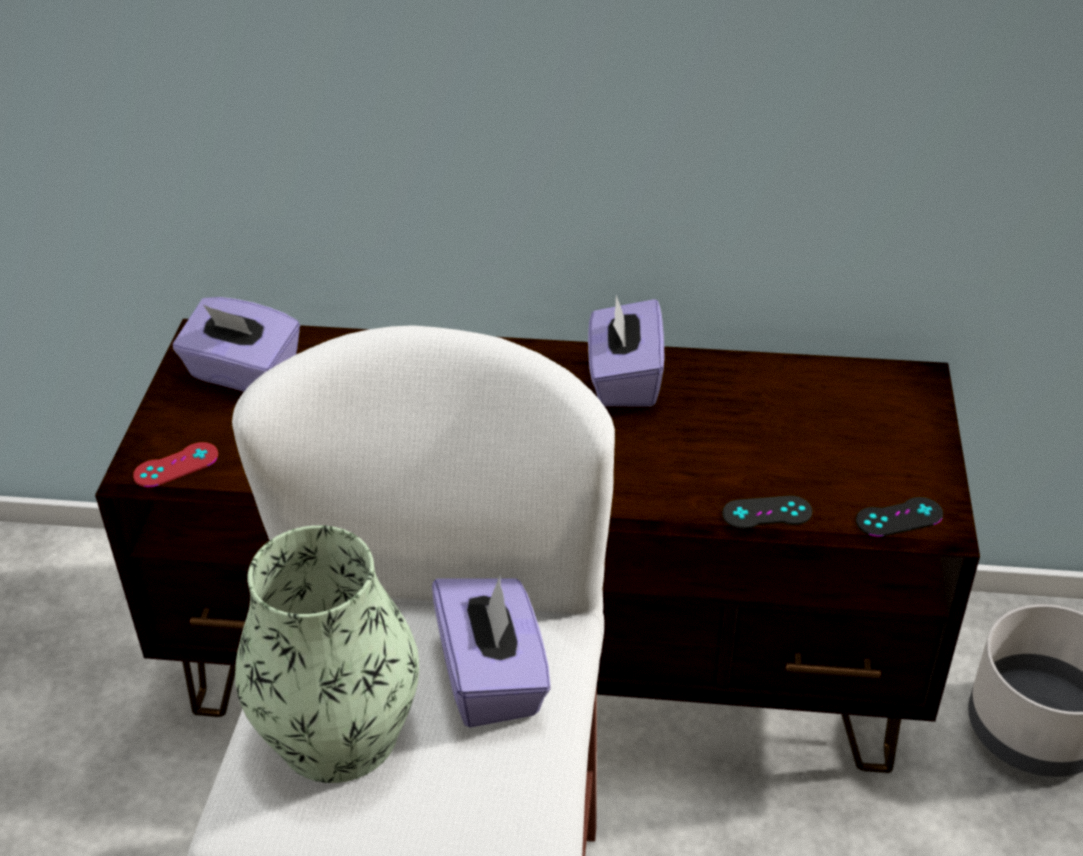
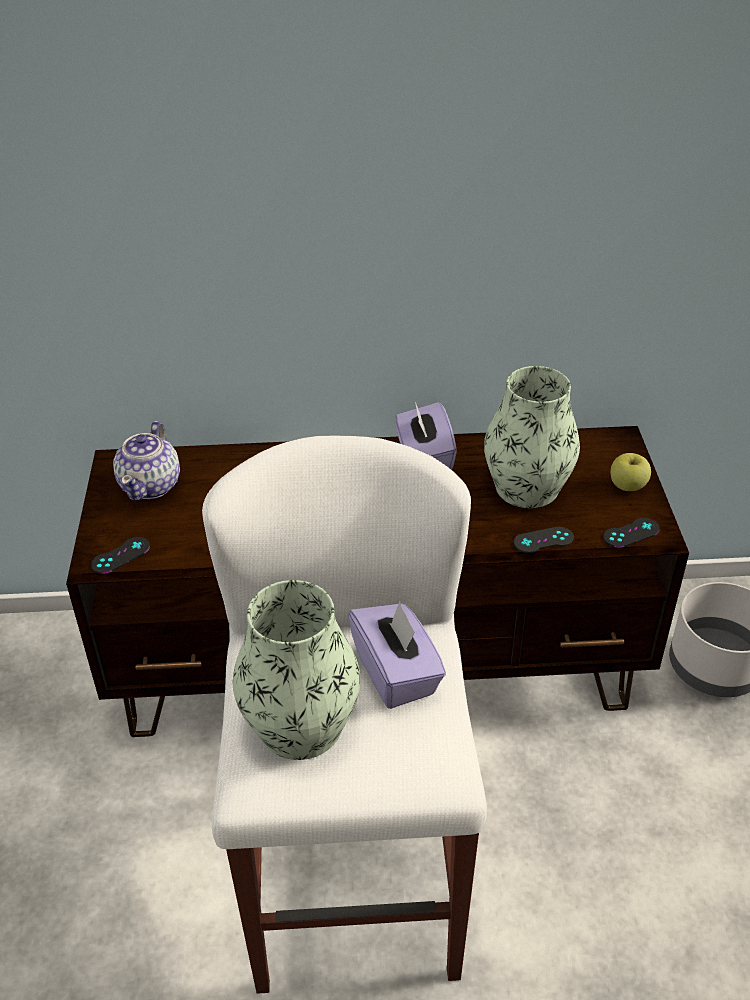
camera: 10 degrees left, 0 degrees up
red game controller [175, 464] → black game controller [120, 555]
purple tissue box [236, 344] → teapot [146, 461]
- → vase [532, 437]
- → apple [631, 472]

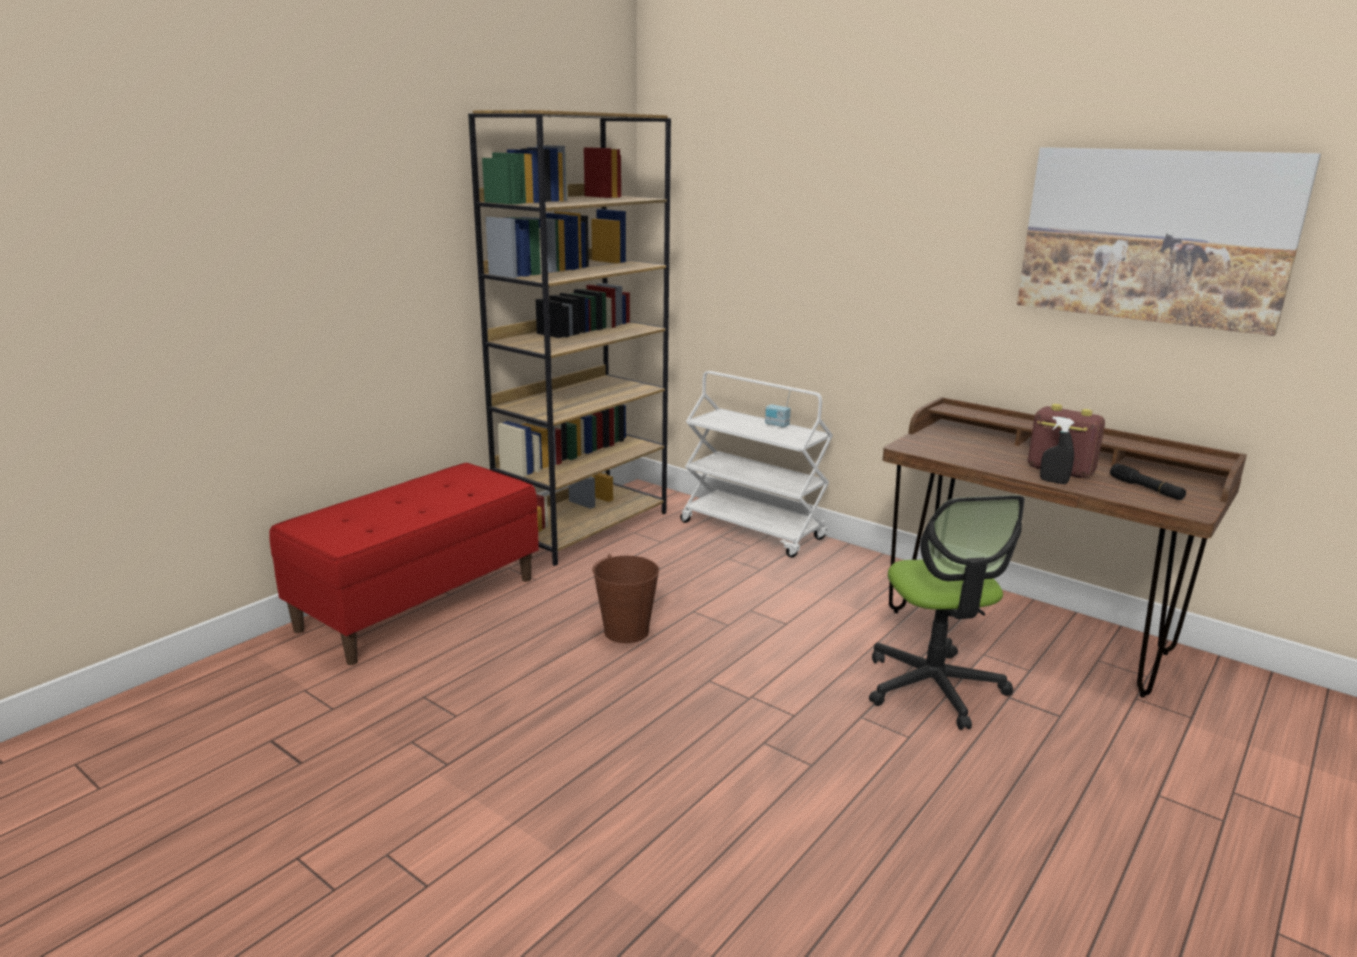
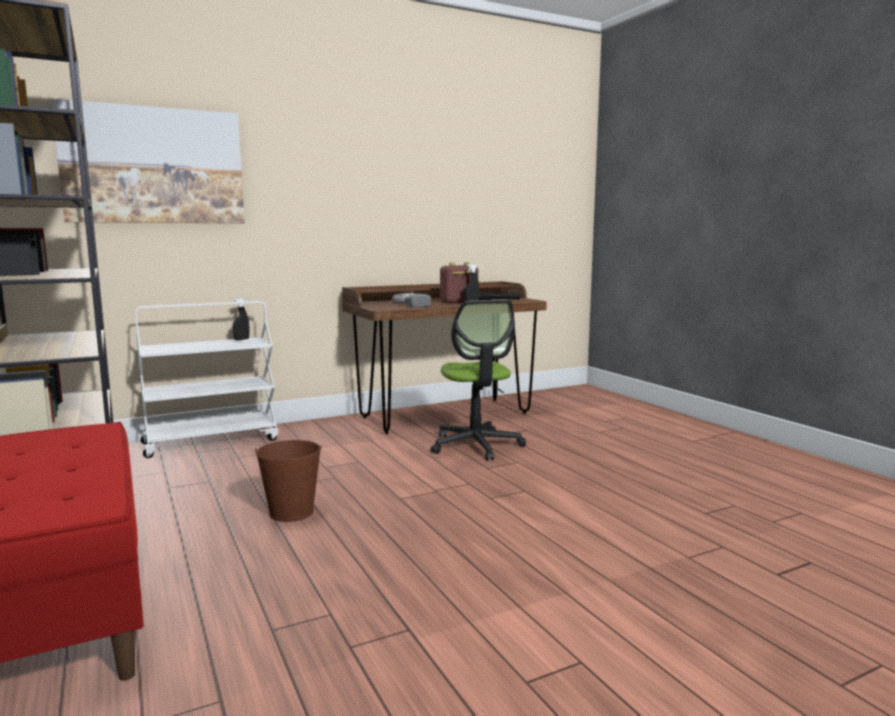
camera: 65 degrees left, 10 degrees down
radio [778, 409] → -
office chair [947, 612] → office chair [478, 380], 60 degrees clockwise
picture [1169, 241] → picture [148, 160], shifted
- → black spray bottle [241, 319]
- → power drill [411, 300]

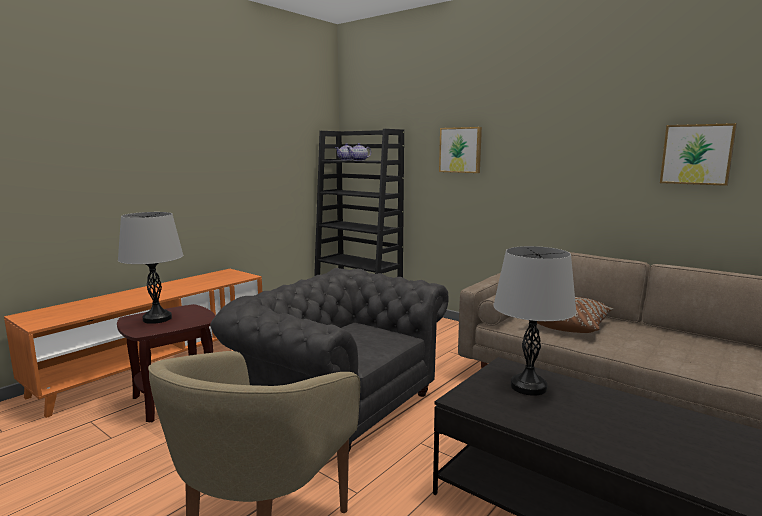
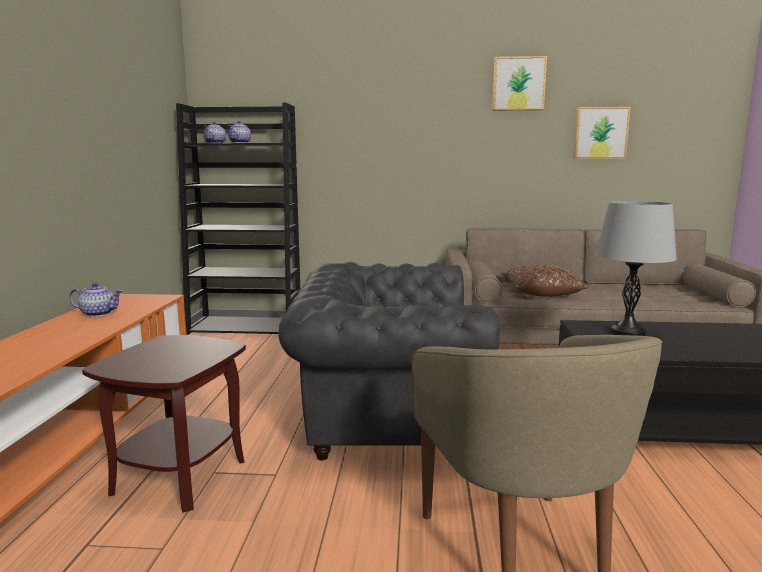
camera: 35 degrees left, 0 degrees up
grey table lamp [150, 268] → -
picture [460, 150] → picture [519, 83], shifted
- → teapot [96, 300]

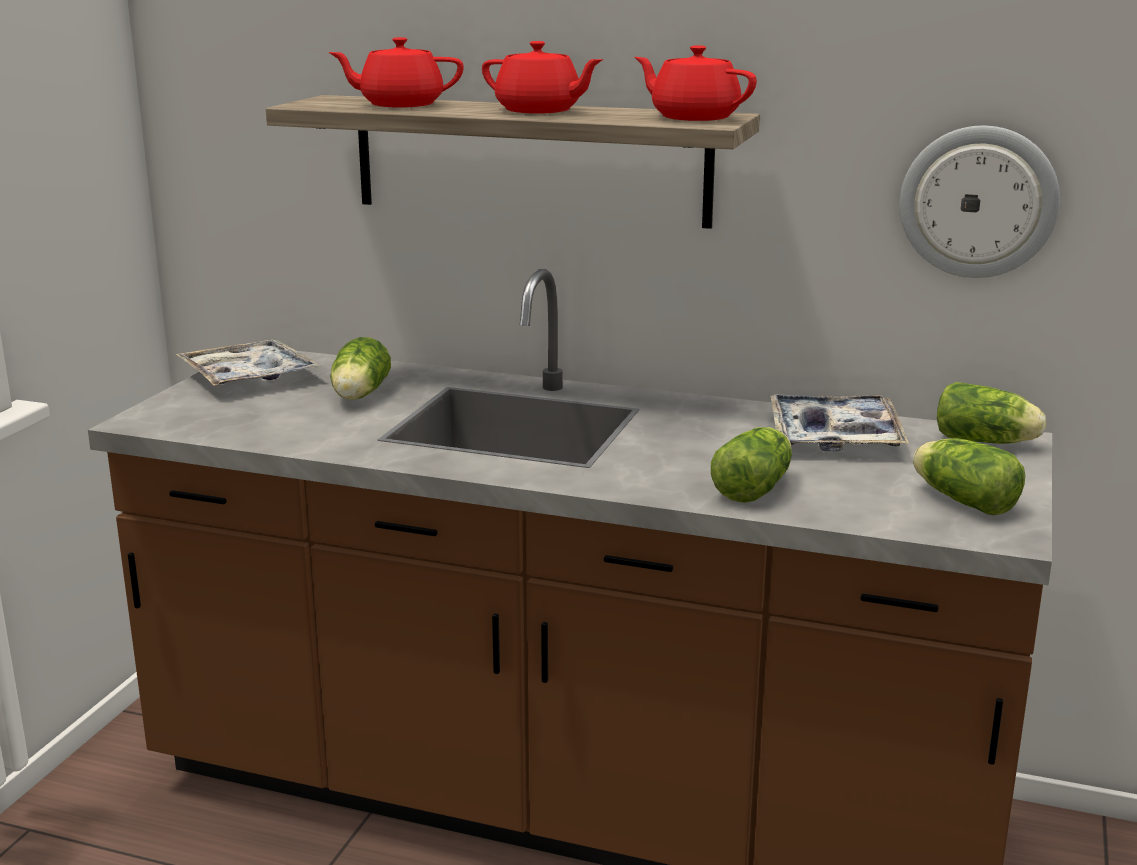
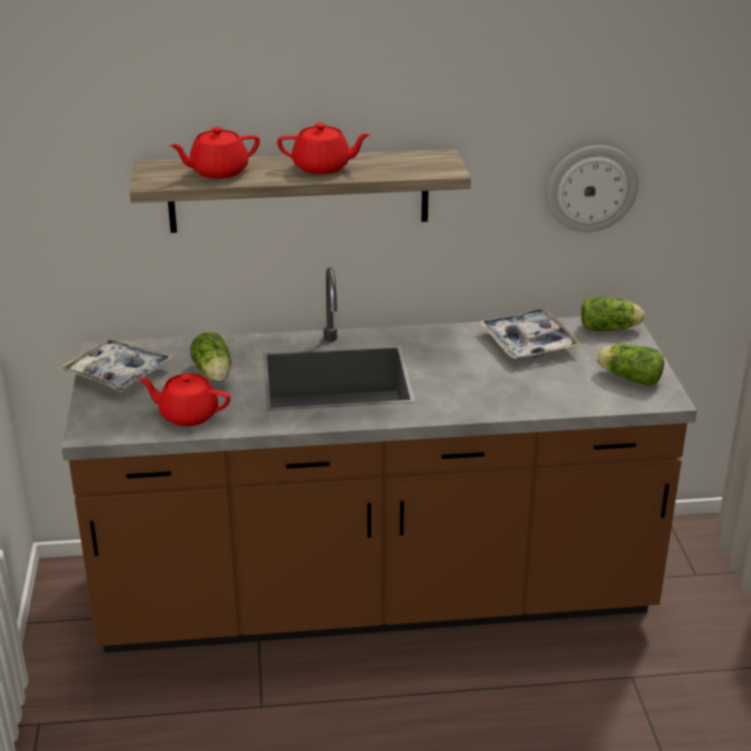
camera: 25 degrees left, 10 degrees up
red teapot [695, 83] → red teapot [185, 399], shifted
lettuce [751, 465] → -

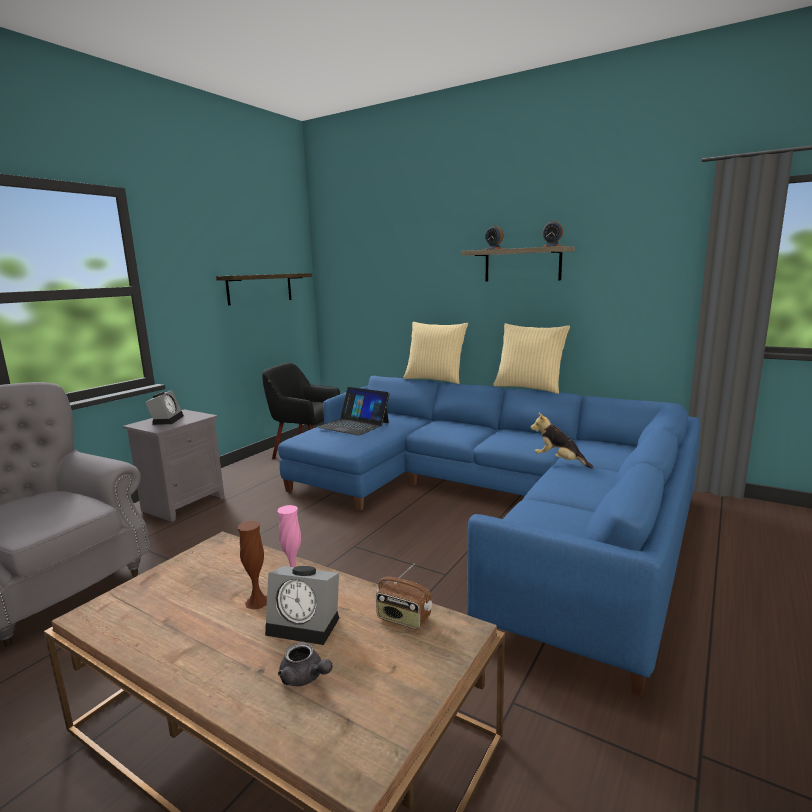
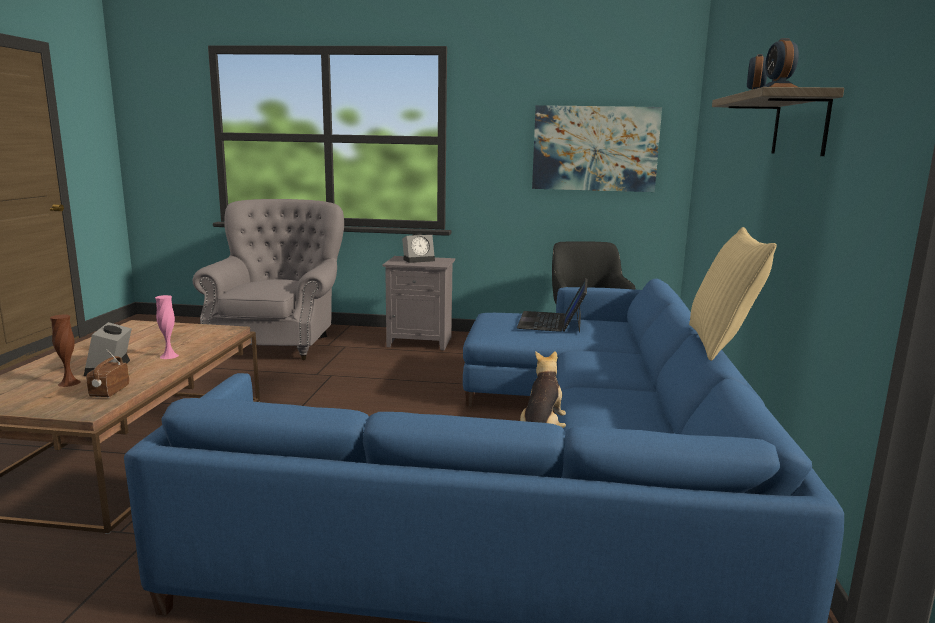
camera: 65 degrees right, 0 degrees up
shelf [264, 289] → picture [597, 148]
brown vase [252, 565] → brown vase [65, 351], shifted
grey teapot [305, 664] → -
beige pillow [435, 353] → -

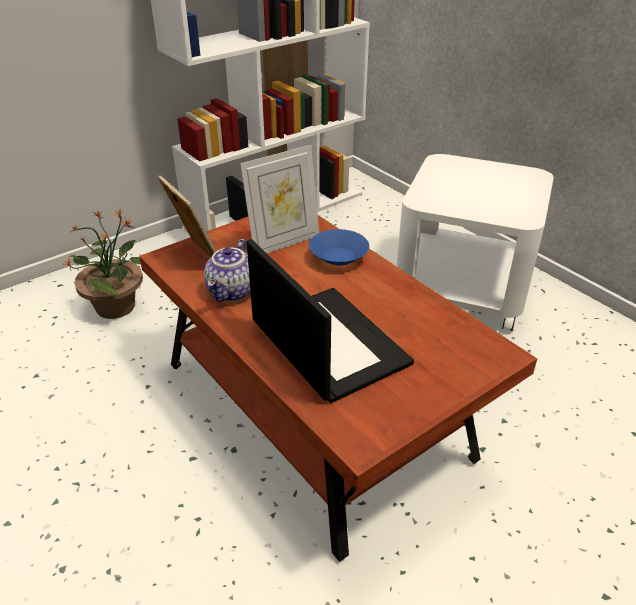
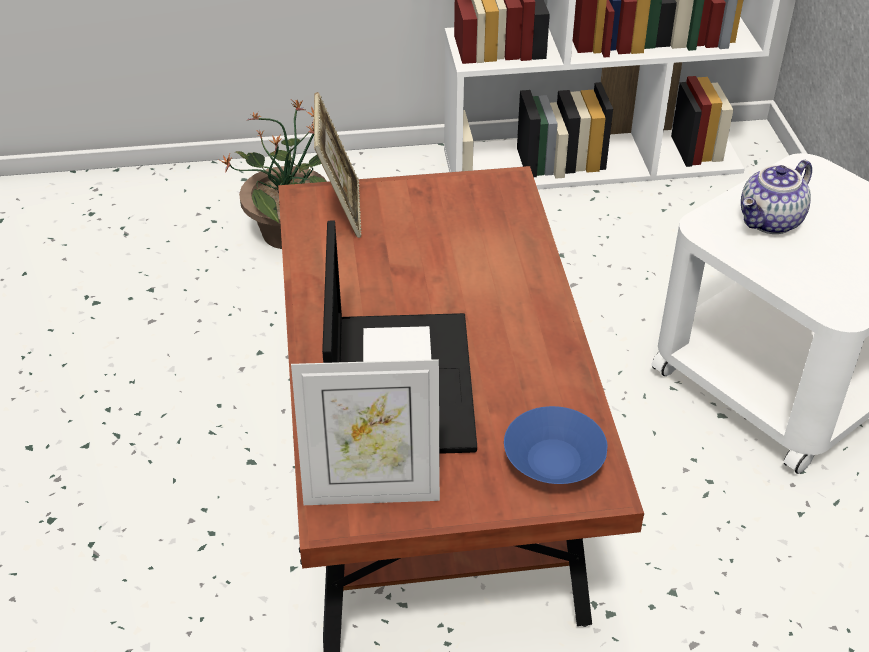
camera: 30 degrees right, 5 degrees up
teapot [227, 270] → teapot [776, 197], shifted
picture frame [279, 199] → picture frame [365, 432], shifted
blue bowl [339, 247] → blue bowl [556, 445], shifted

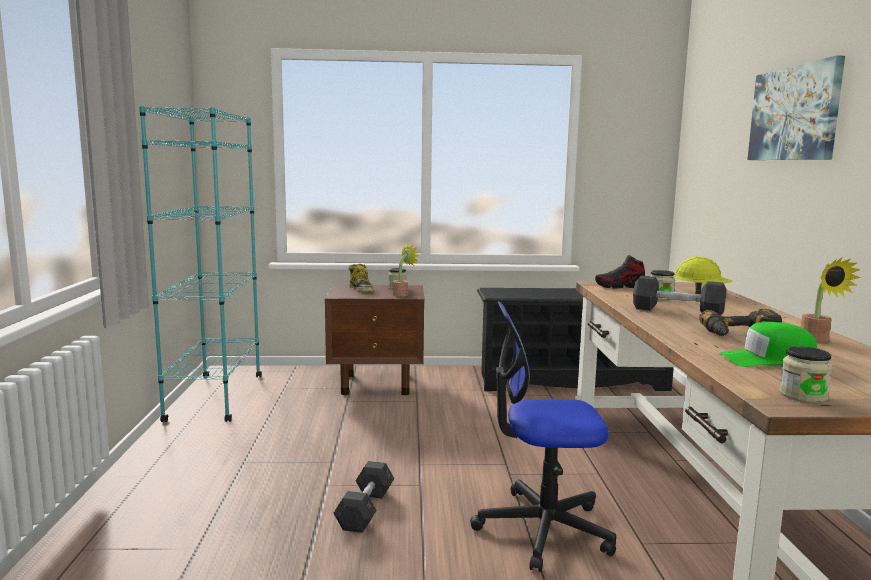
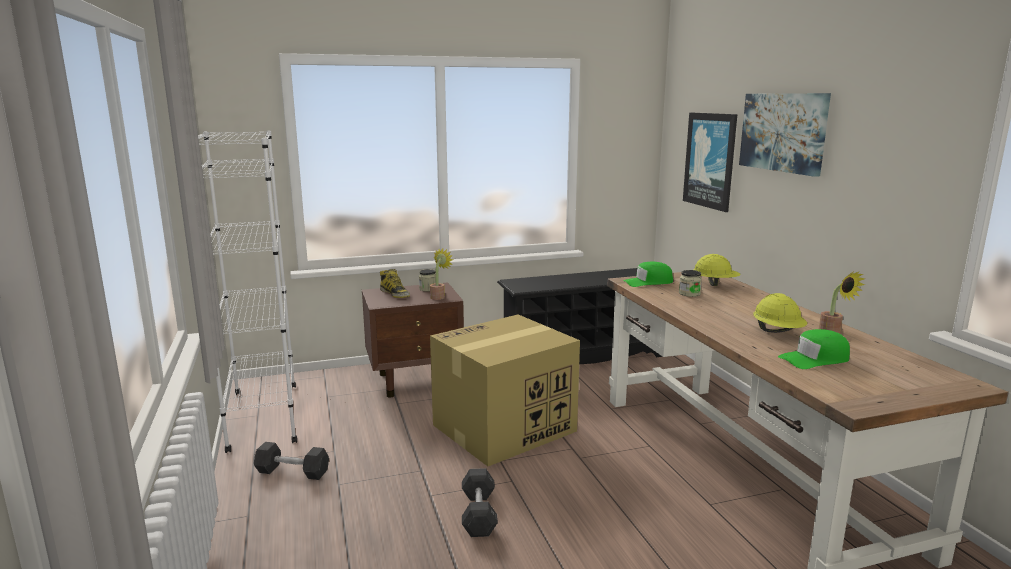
camera: 15 degrees left, 5 degrees up
turquoise bookcase [200, 264] → white bookcase [247, 291]
office chair [543, 436] → -
shoe [620, 272] → green cap [648, 274]
grey dumbbell [680, 296] → grey dumbbell [291, 461], shifted
power drill [740, 322] → yellow hard hat [780, 313]
jar [806, 374] → -
- → cardboard box [505, 390]
- → picture [710, 162]

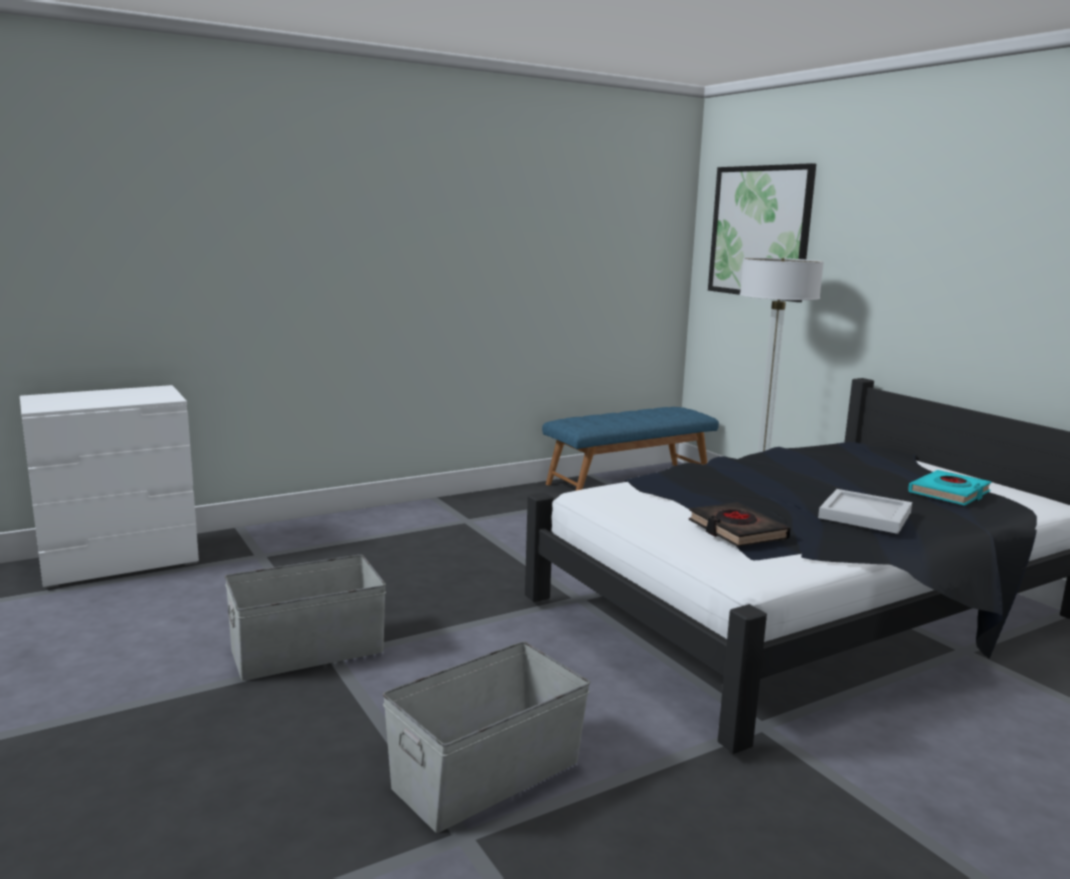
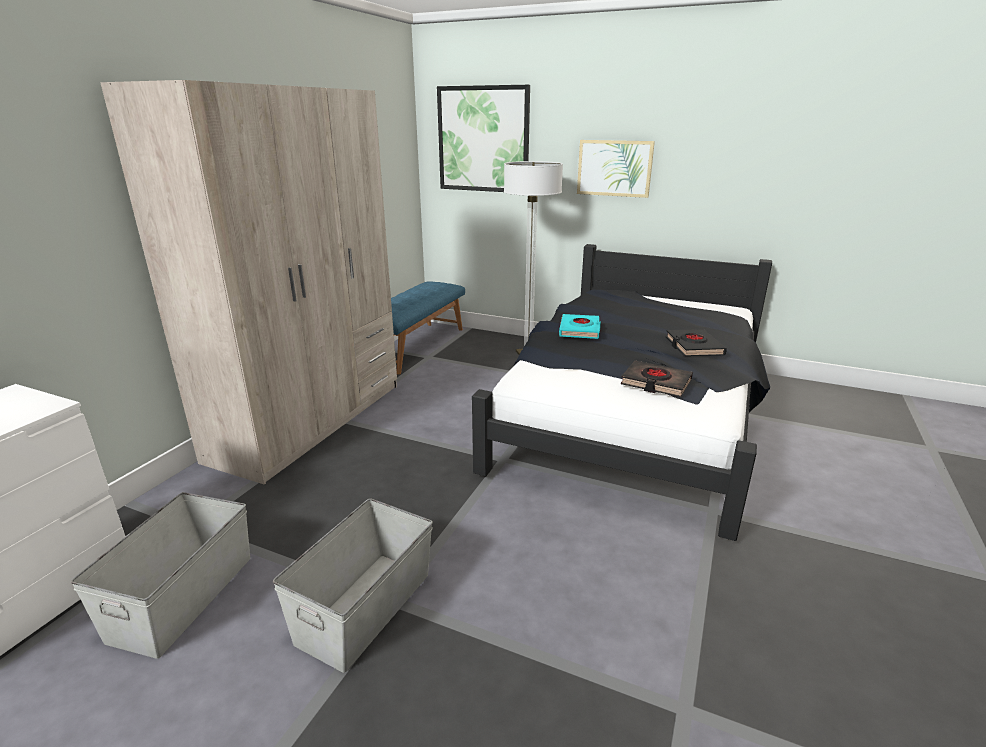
camera: 35 degrees left, 10 degrees up
grey storage box [486, 737] → grey storage box [160, 575], shifted
white tray [865, 511] → black book [696, 342]
turquoise book [950, 488] → turquoise book [580, 326], shifted
- → beige wardrobe [248, 282]
- → picture [616, 169]

